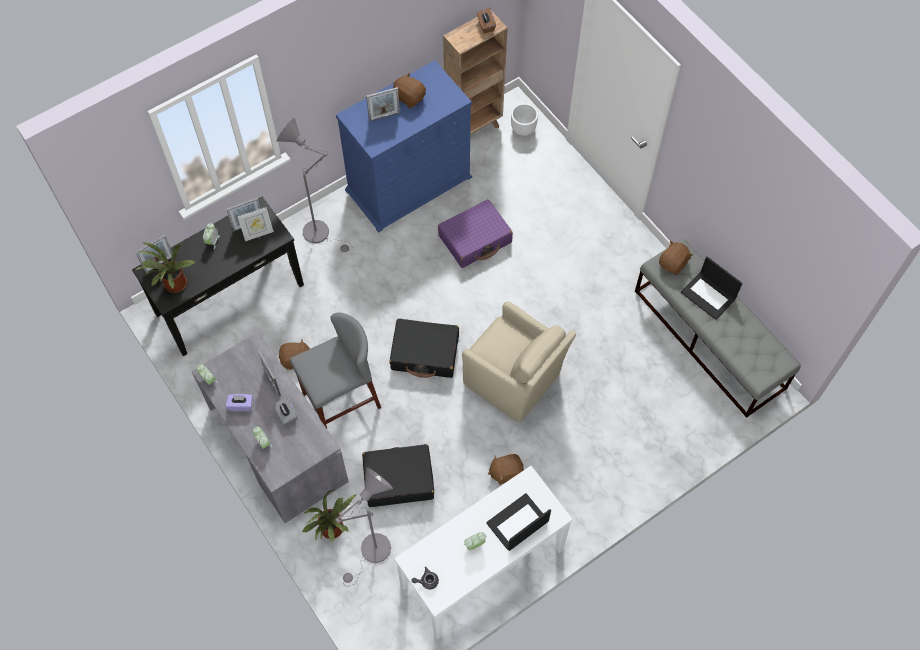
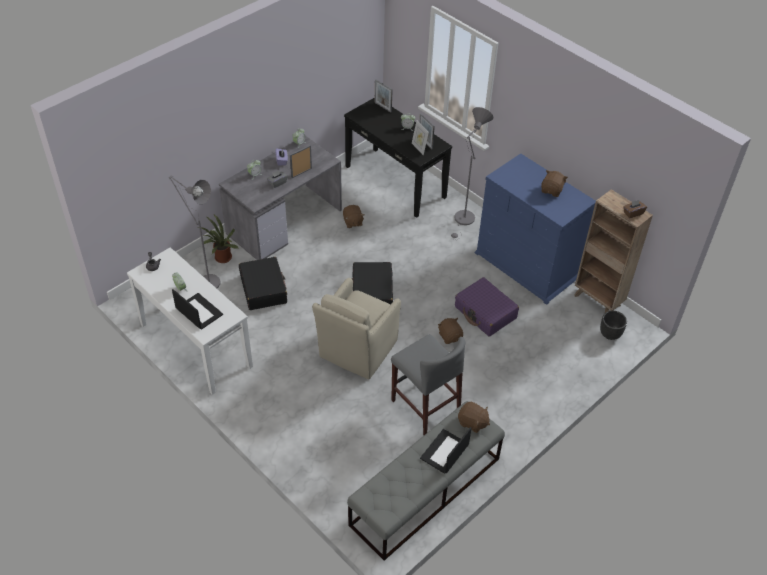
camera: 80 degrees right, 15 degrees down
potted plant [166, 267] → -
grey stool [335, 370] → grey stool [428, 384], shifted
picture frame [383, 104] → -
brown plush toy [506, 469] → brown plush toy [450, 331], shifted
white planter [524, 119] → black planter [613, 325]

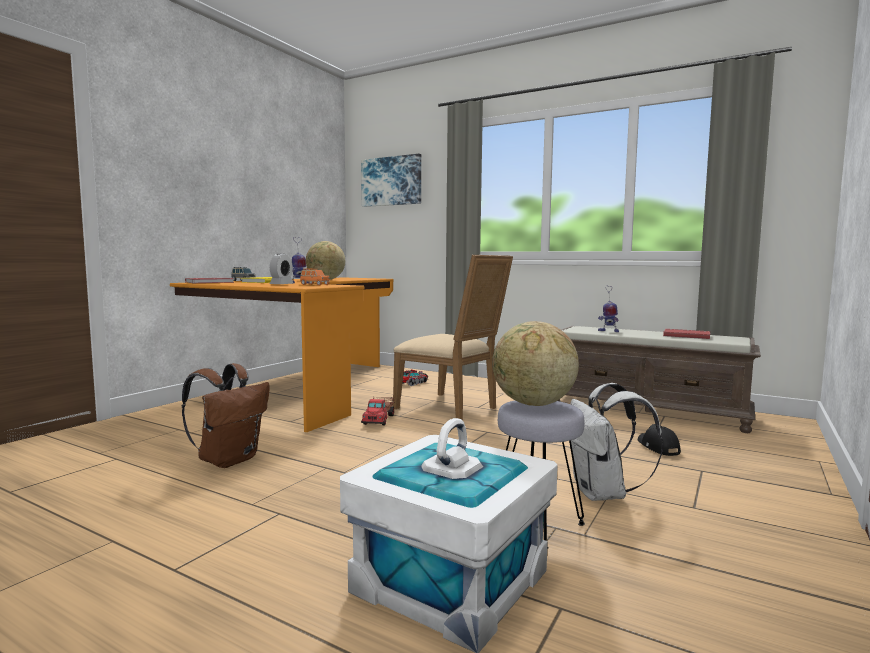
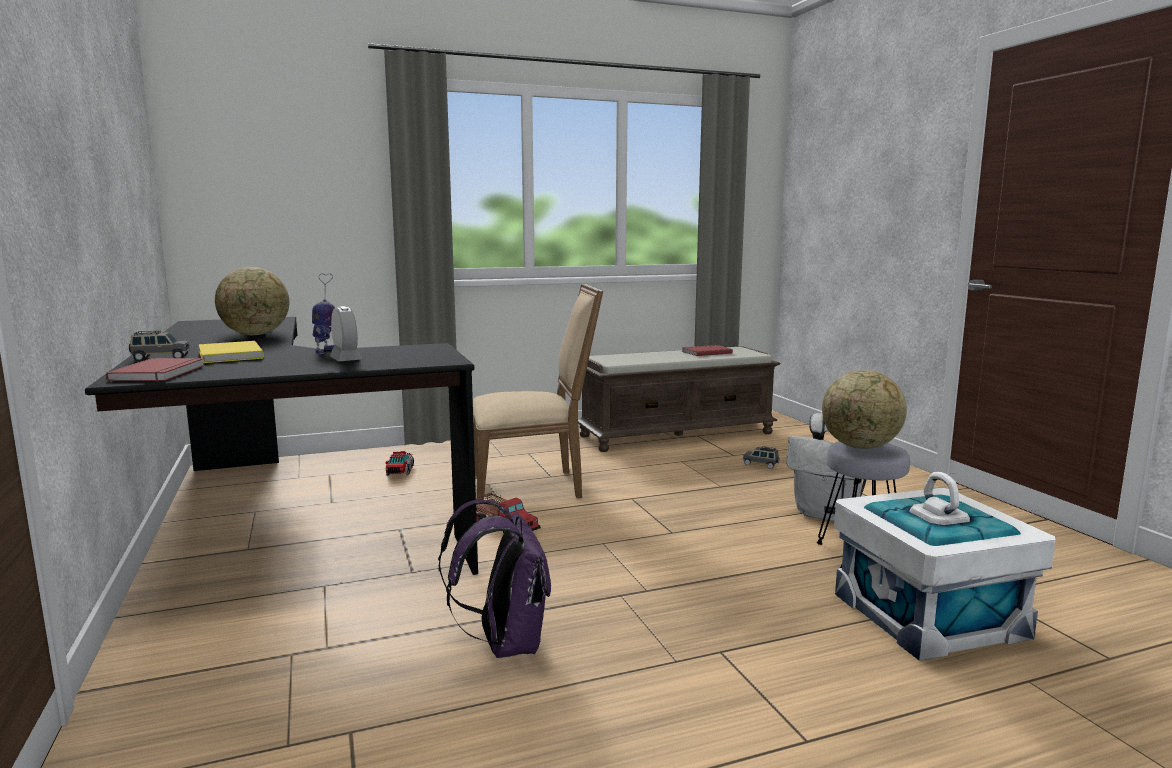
camera: 50 degrees left, 5 degrees up
orange desk [282, 354] → black desk [281, 446]
brown backpack [226, 415] → purple backpack [494, 578]
orange toy car [315, 277] → -
picture [391, 180] → -
toy robot [608, 308] → -
black cap [659, 440] → grey toy car [761, 457]

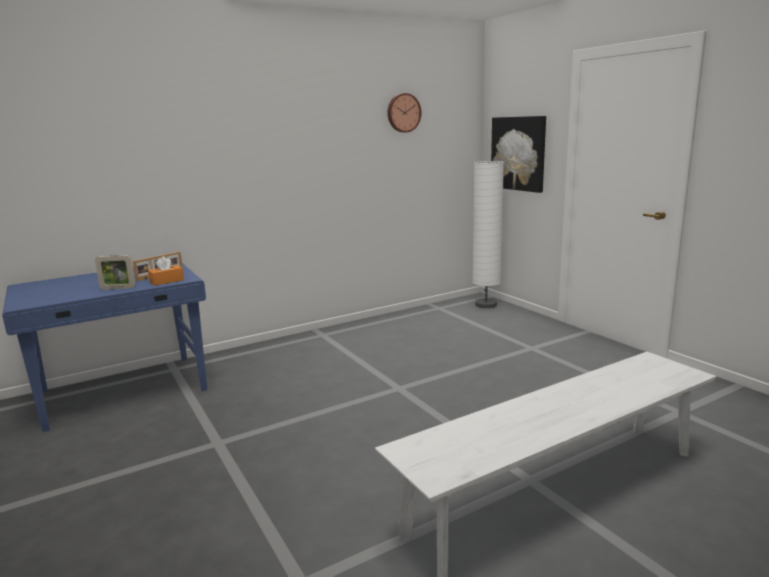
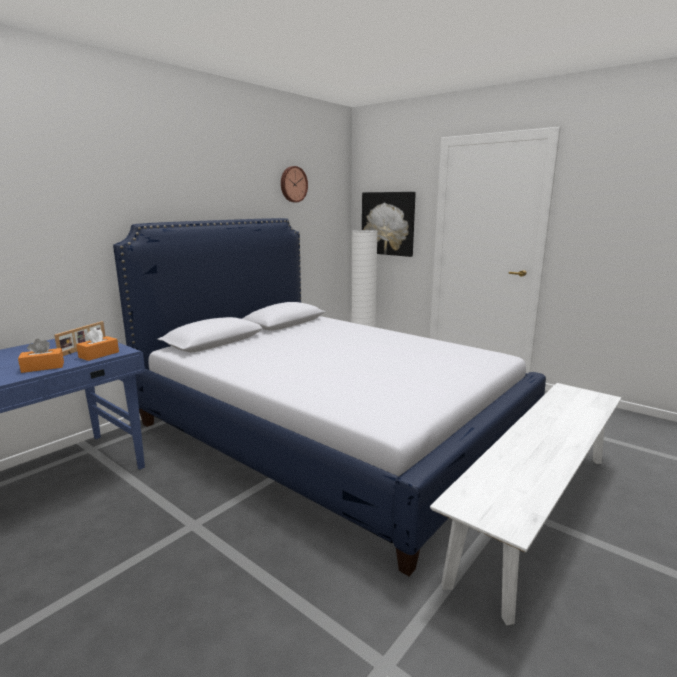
camera: 20 degrees left, 0 degrees up
picture frame [115, 272] → orange tissue box [41, 356]
- → bed [329, 397]

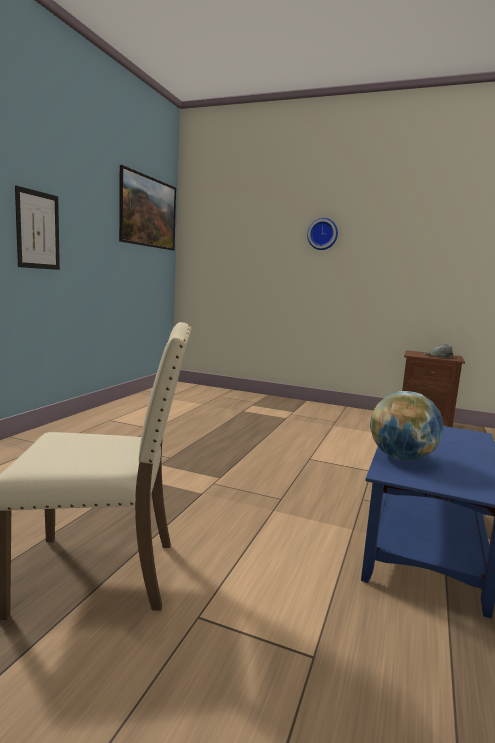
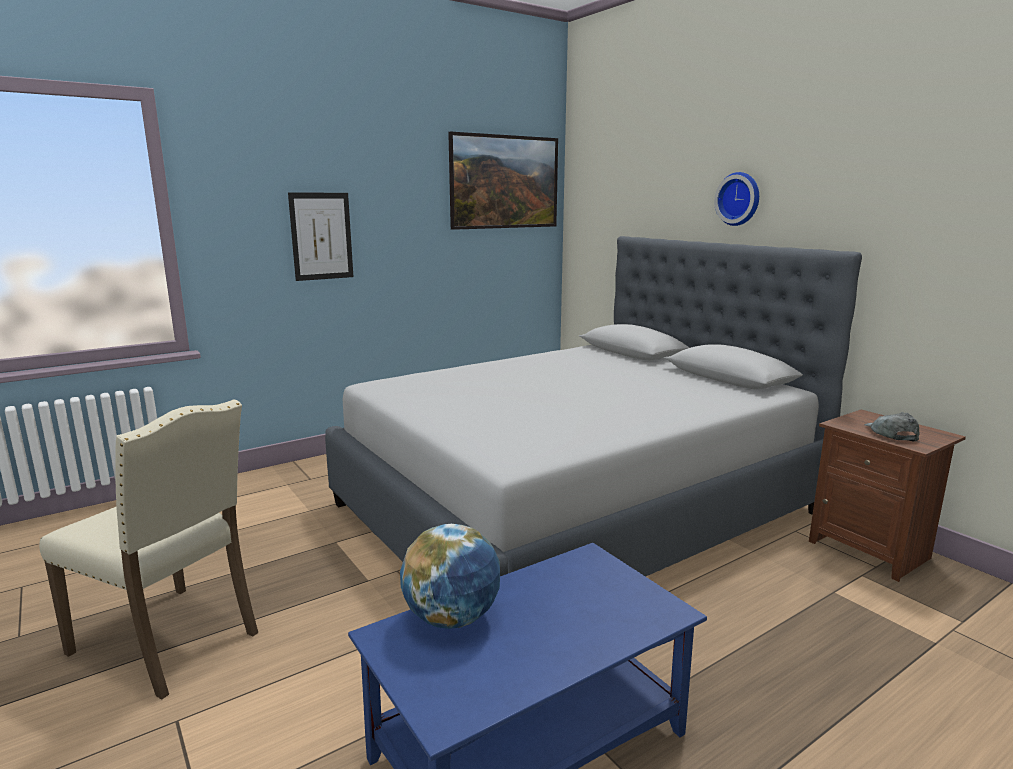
camera: 35 degrees right, 5 degrees up
- → grey bed [593, 406]

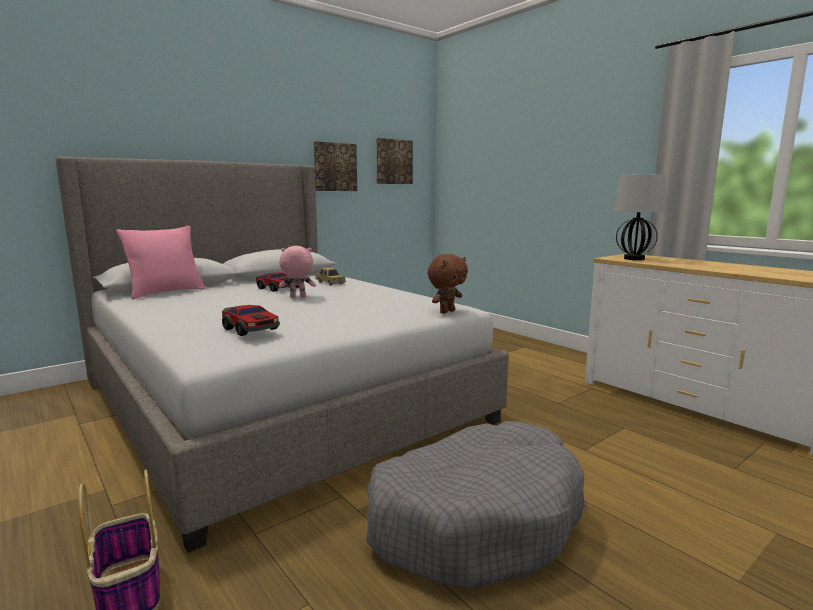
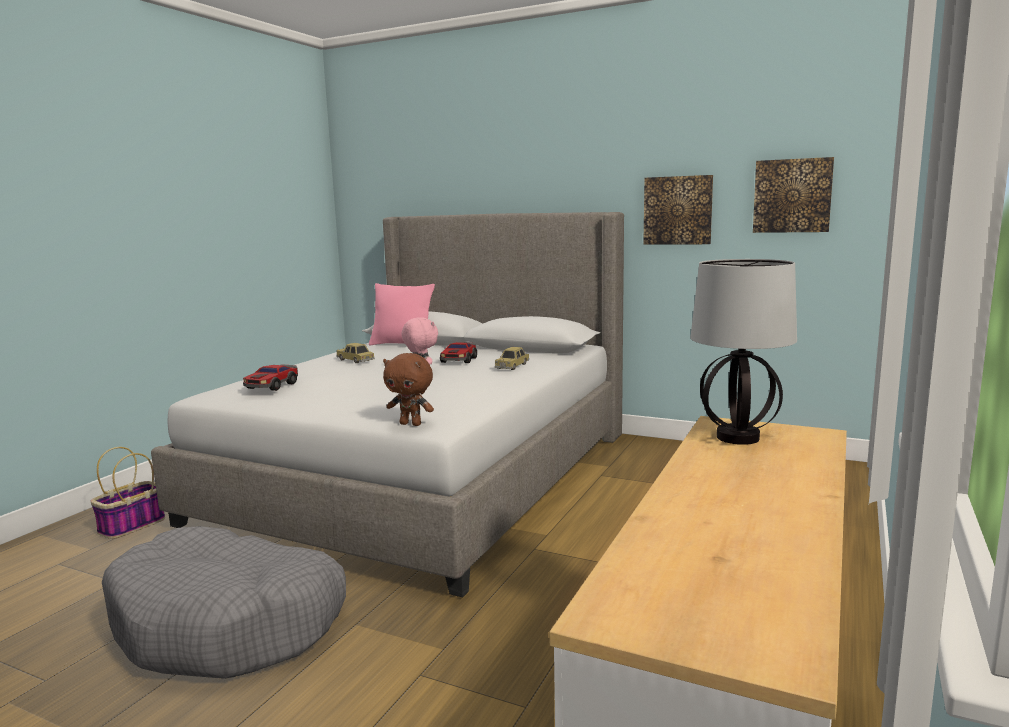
camera: 65 degrees right, 0 degrees up
- → toy car [355, 353]

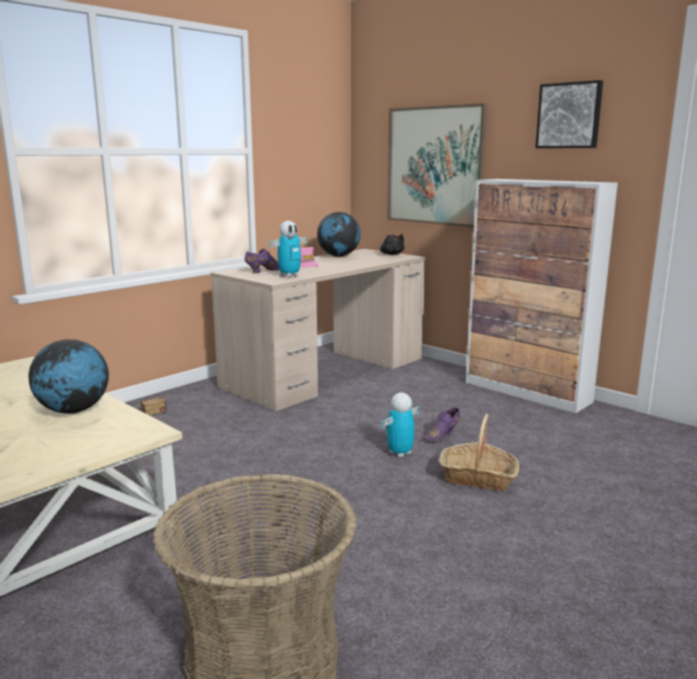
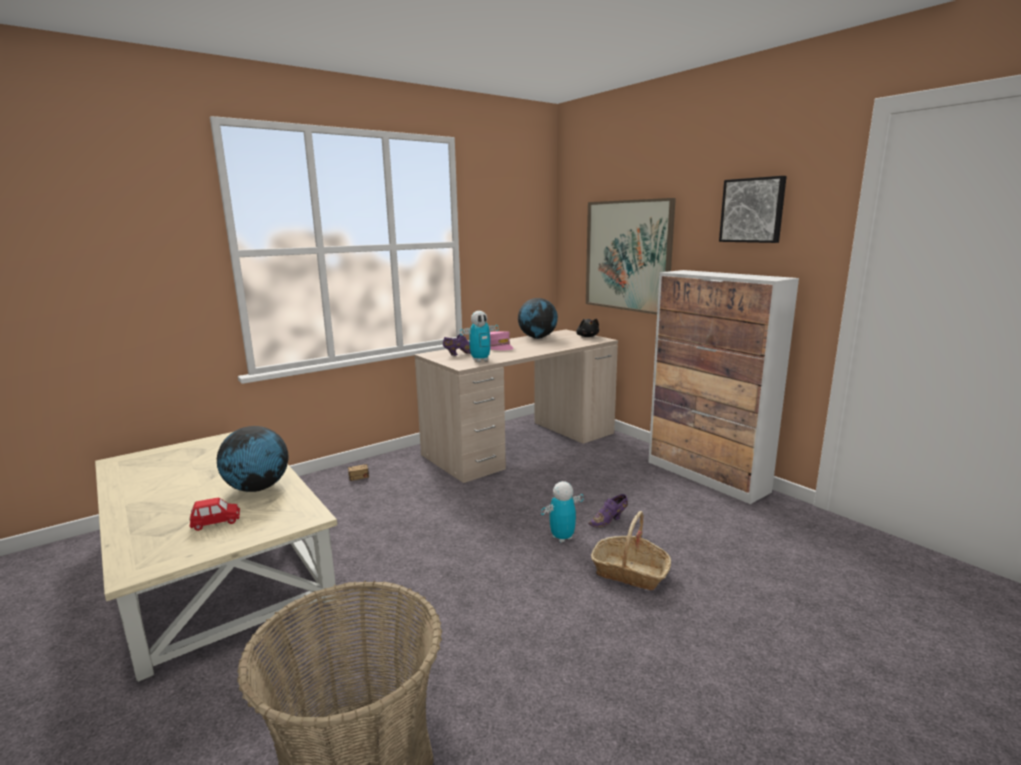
camera: 10 degrees right, 0 degrees up
- → red toy car [214, 514]

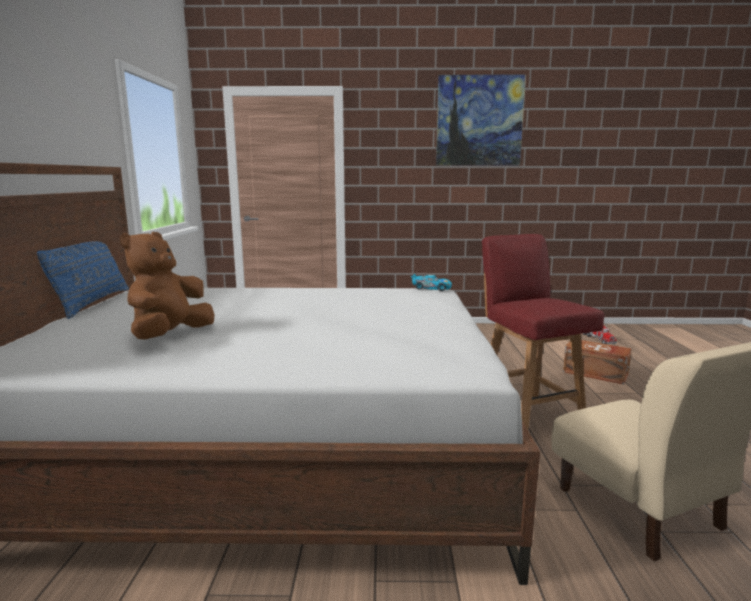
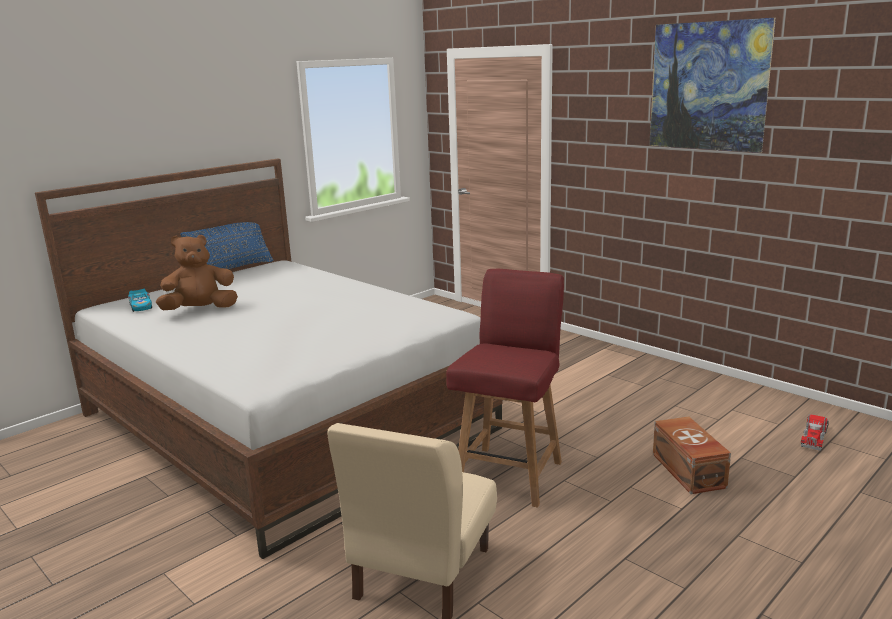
camera: 45 degrees right, 5 degrees up
toy car [431, 282] → toy car [140, 300], shifted

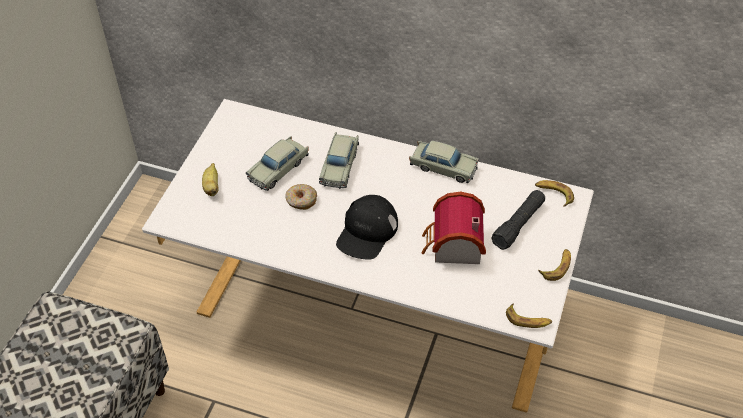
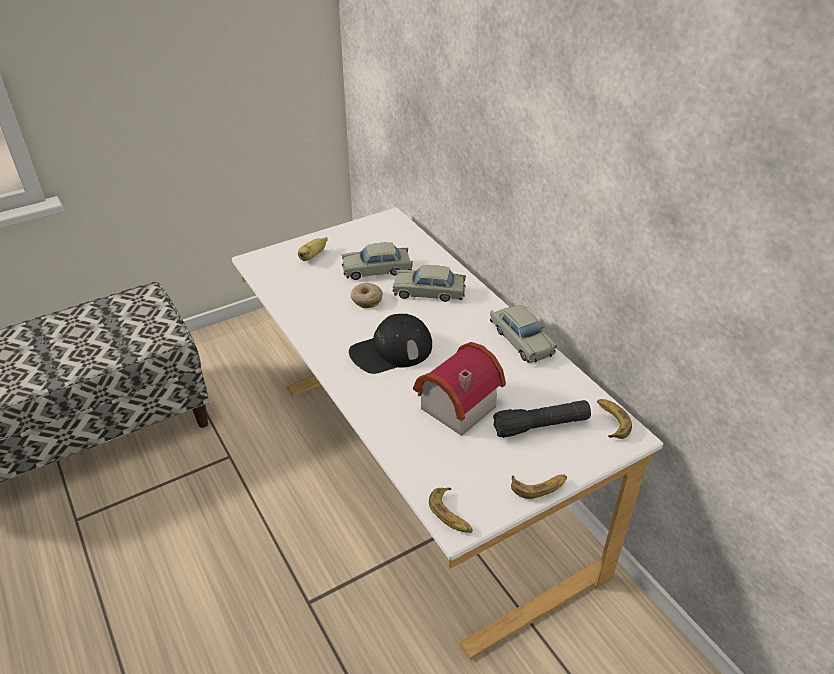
camera: 40 degrees right, 10 degrees down
beige toy car [339, 160] → beige toy car [429, 283], 45 degrees clockwise

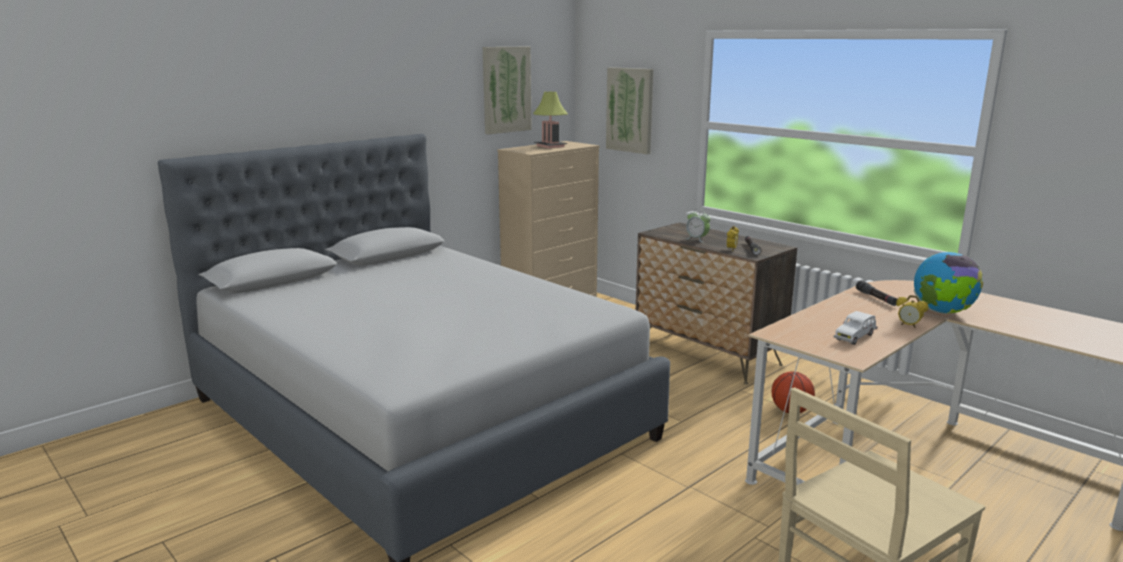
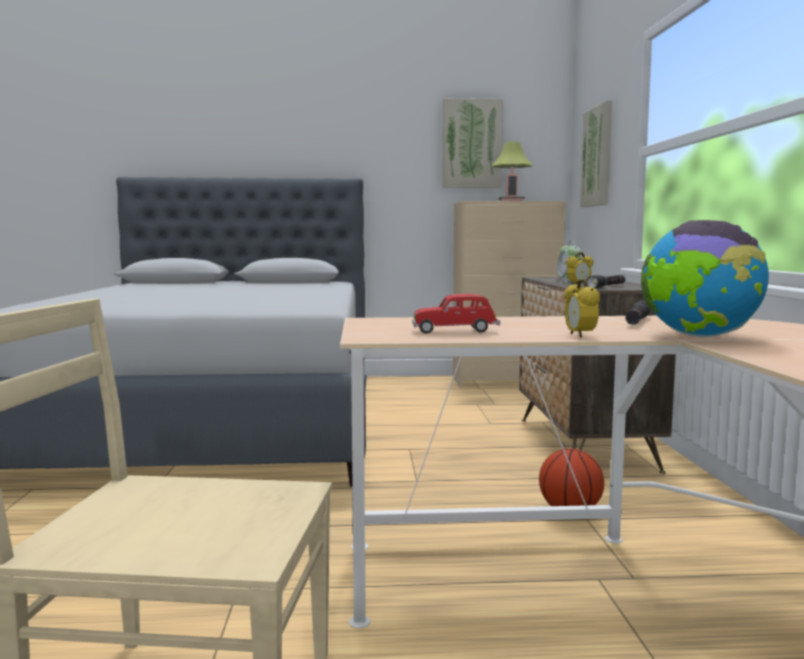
camera: 40 degrees right, 10 degrees down
white toy car [855, 328] → red toy car [456, 314]

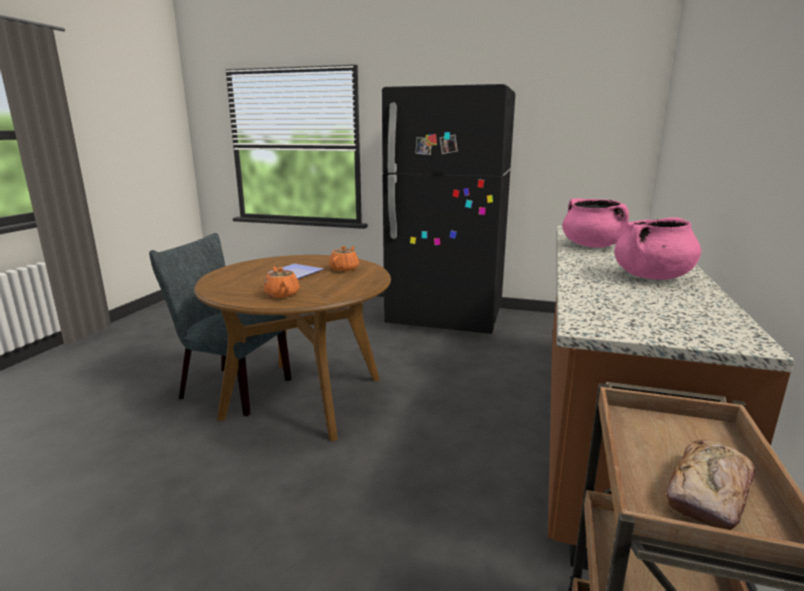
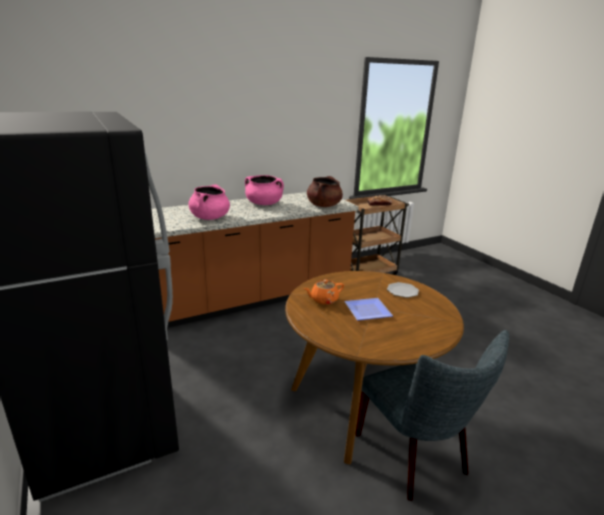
camera: 135 degrees left, 5 degrees up
orange teapot [281, 282] → plate [403, 290]
- → brown cooking pot [325, 191]

